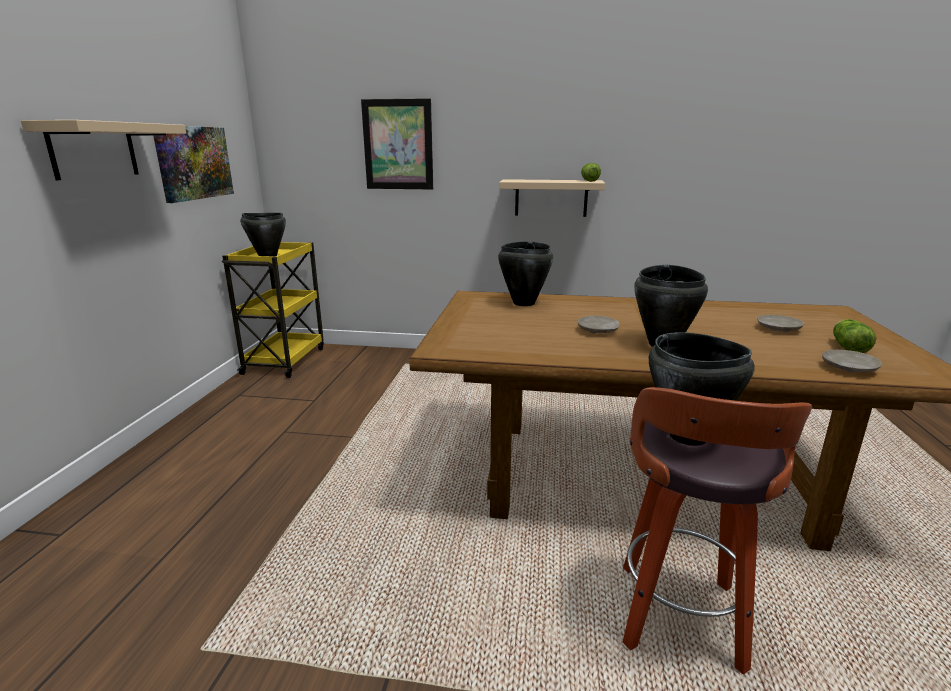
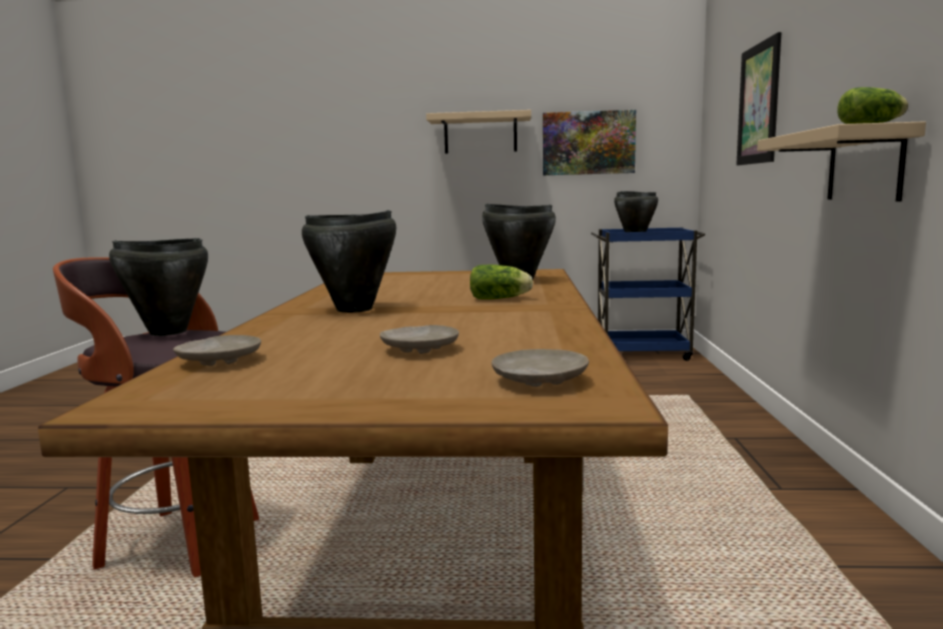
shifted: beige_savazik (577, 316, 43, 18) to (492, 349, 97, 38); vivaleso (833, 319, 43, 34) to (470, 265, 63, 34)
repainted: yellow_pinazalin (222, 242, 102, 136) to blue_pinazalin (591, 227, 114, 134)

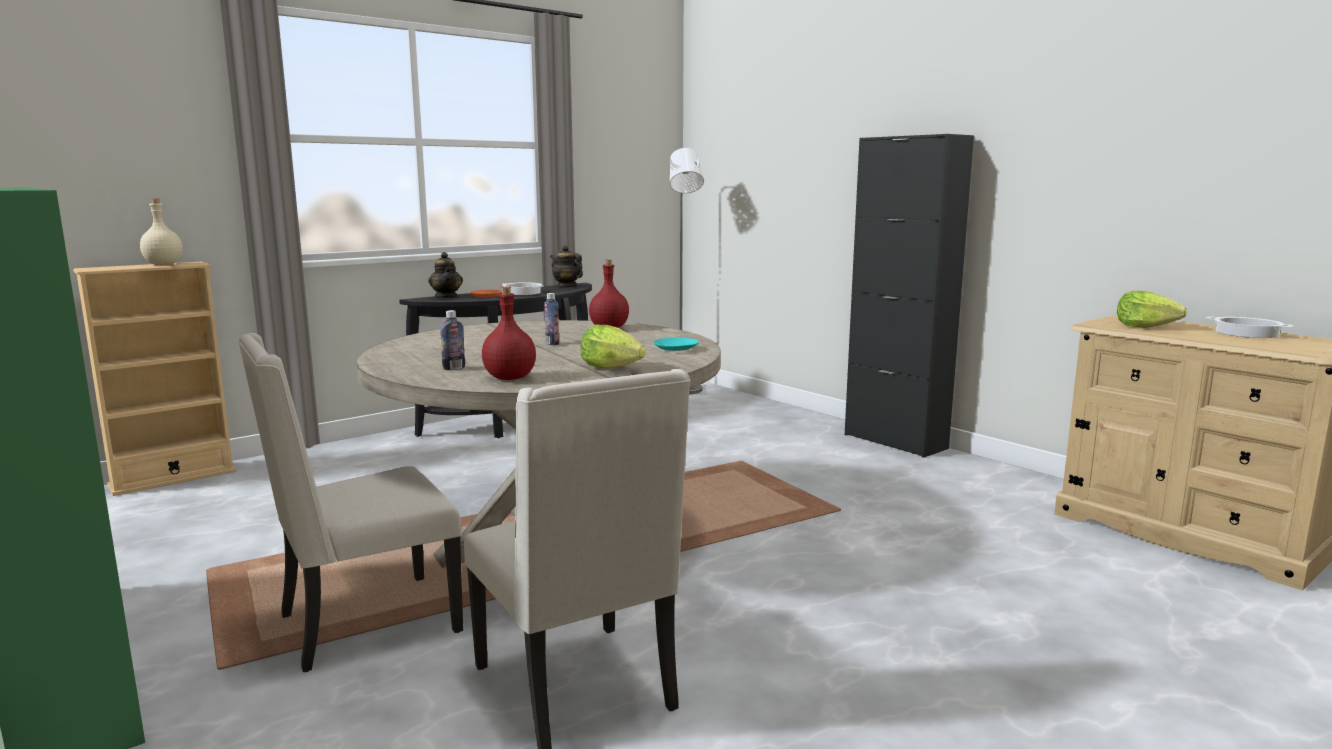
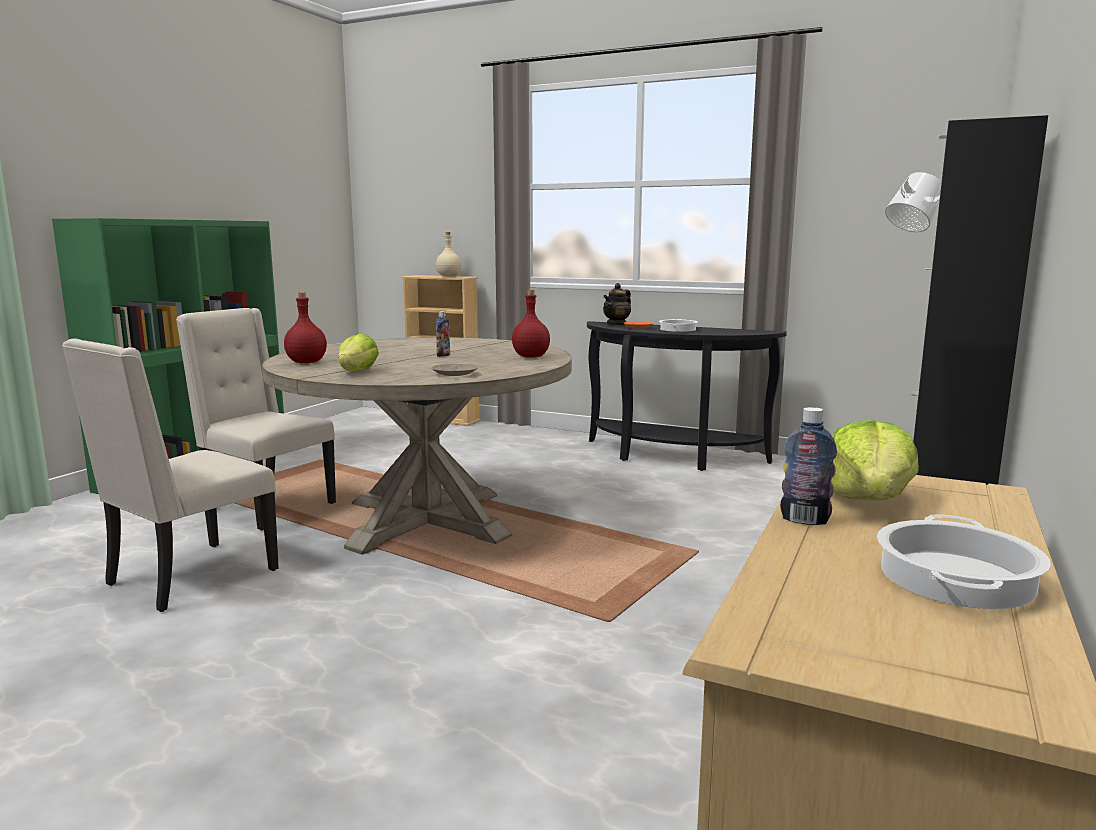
gone: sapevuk (550, 245, 33, 43)
shifted: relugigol (440, 310, 25, 60) to (780, 407, 57, 118)
repainted: turquoise_savazik (653, 338, 46, 13) to beige_savazik (431, 364, 47, 12)

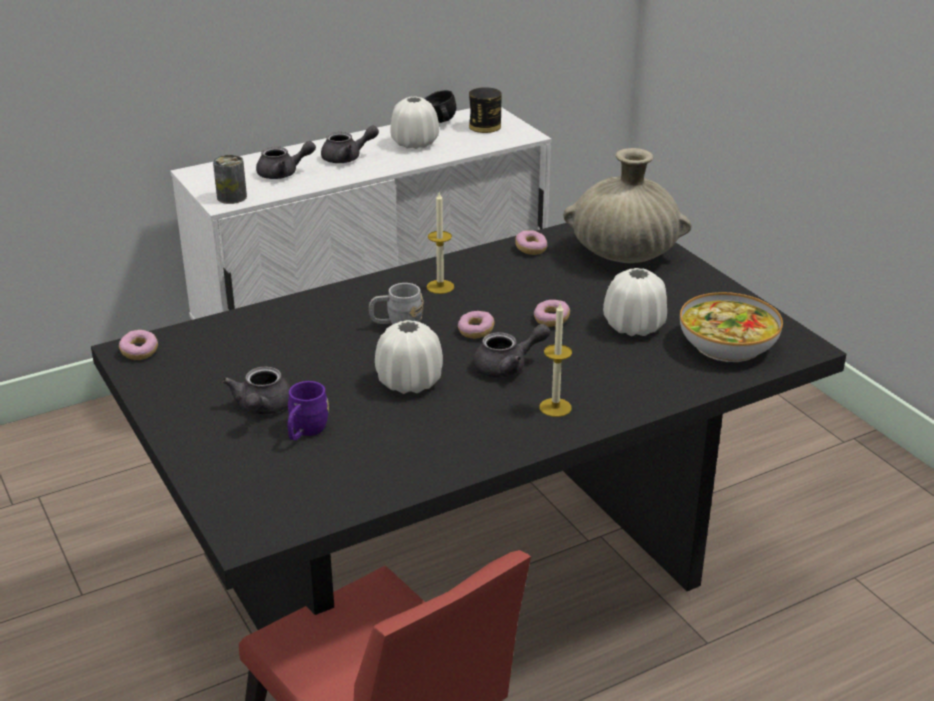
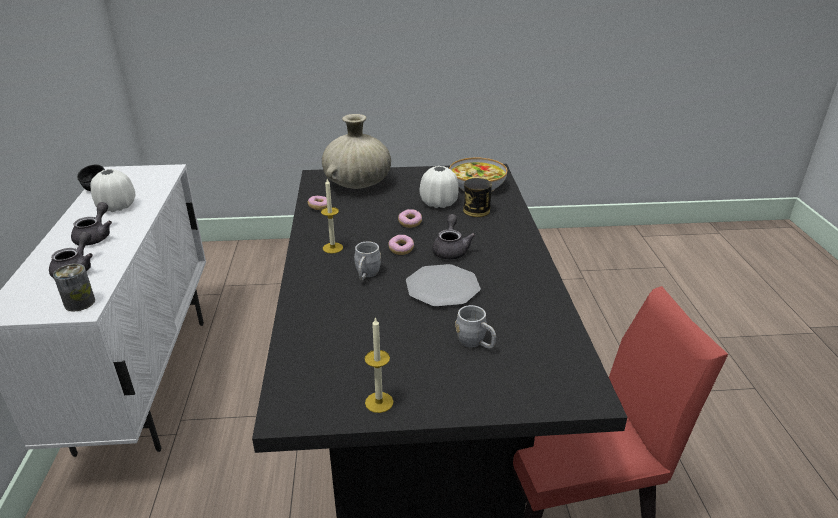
gone: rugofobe (119, 330, 39, 30); grey_sapevuk (223, 367, 68, 48)
shifted: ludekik (469, 87, 32, 46) to (463, 178, 29, 39); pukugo (540, 303, 32, 114) to (365, 317, 29, 96)
swapped: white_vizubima (375, 320, 68, 74) to savazik (406, 264, 75, 43)
repainted: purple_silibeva (288, 381, 41, 59) to grey_silibeva (455, 305, 41, 43)

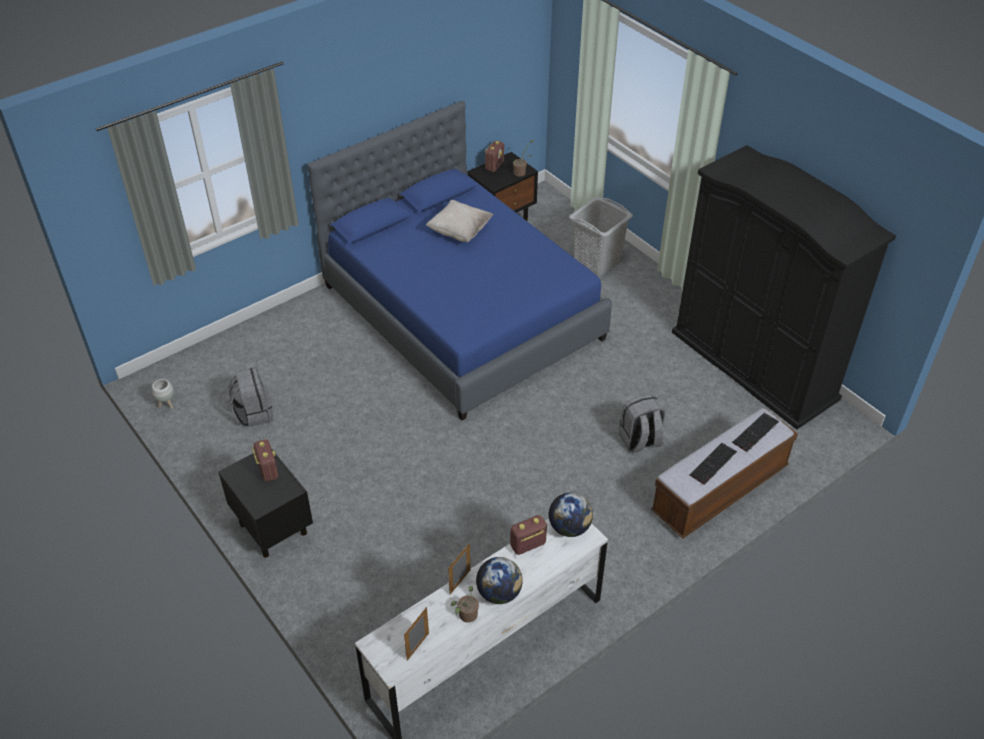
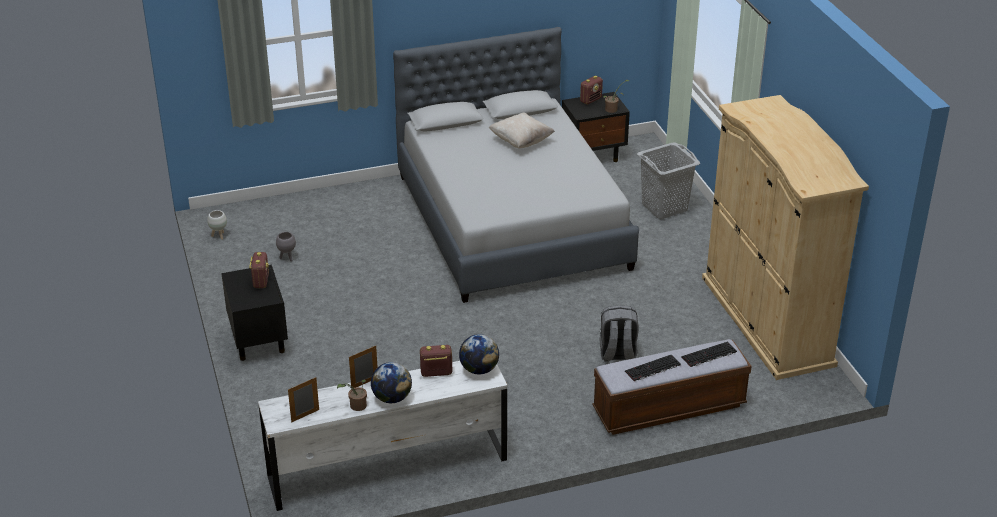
swapped: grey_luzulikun (229, 367, 44, 60) to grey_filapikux (276, 232, 20, 29)
repainted: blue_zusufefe (307, 101, 305, 320) to grey_zusufefe (393, 27, 246, 276); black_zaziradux (672, 145, 224, 285) to beige_zaziradux (702, 95, 167, 285)

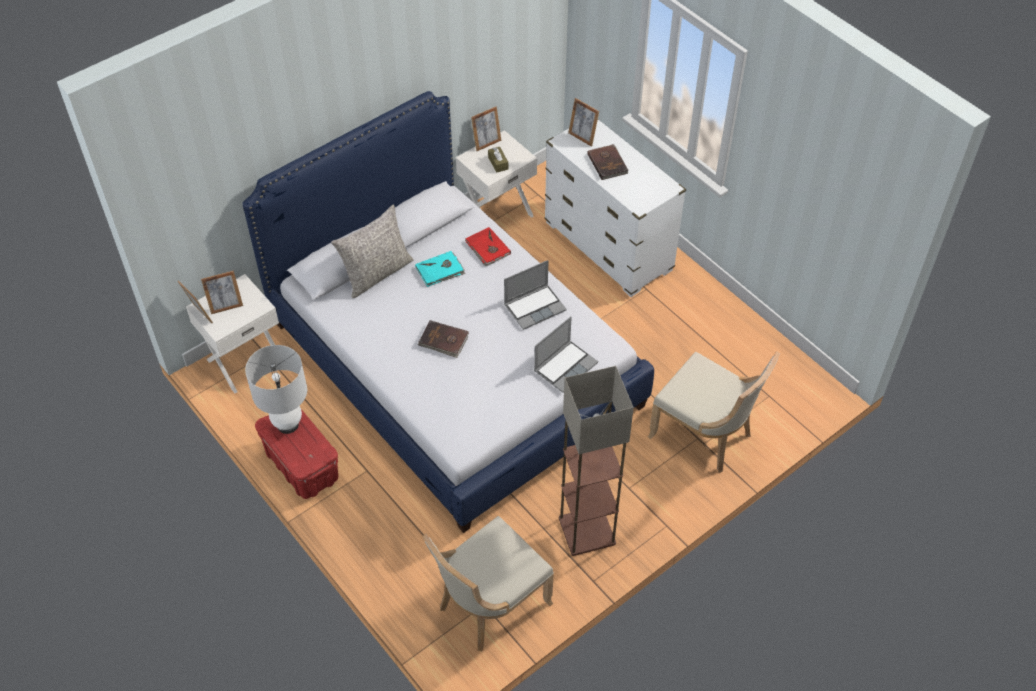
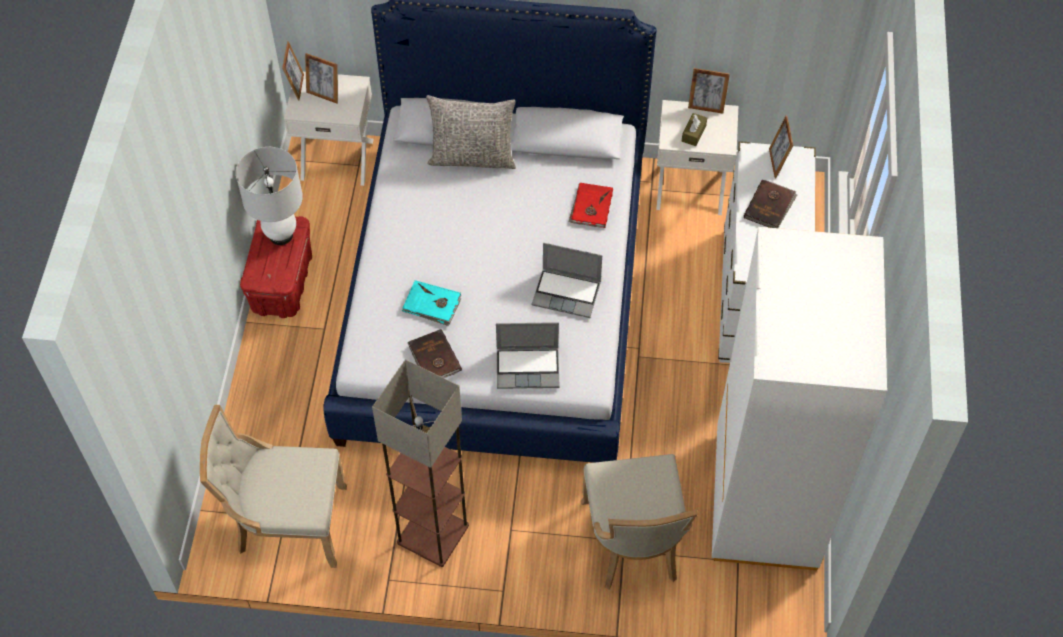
new: white_zaziradux (712, 227, 175, 344)
shifted: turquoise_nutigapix (415, 251, 50, 36) to (402, 280, 59, 46); brown_nutigapix (418, 320, 51, 38) to (408, 329, 54, 49)

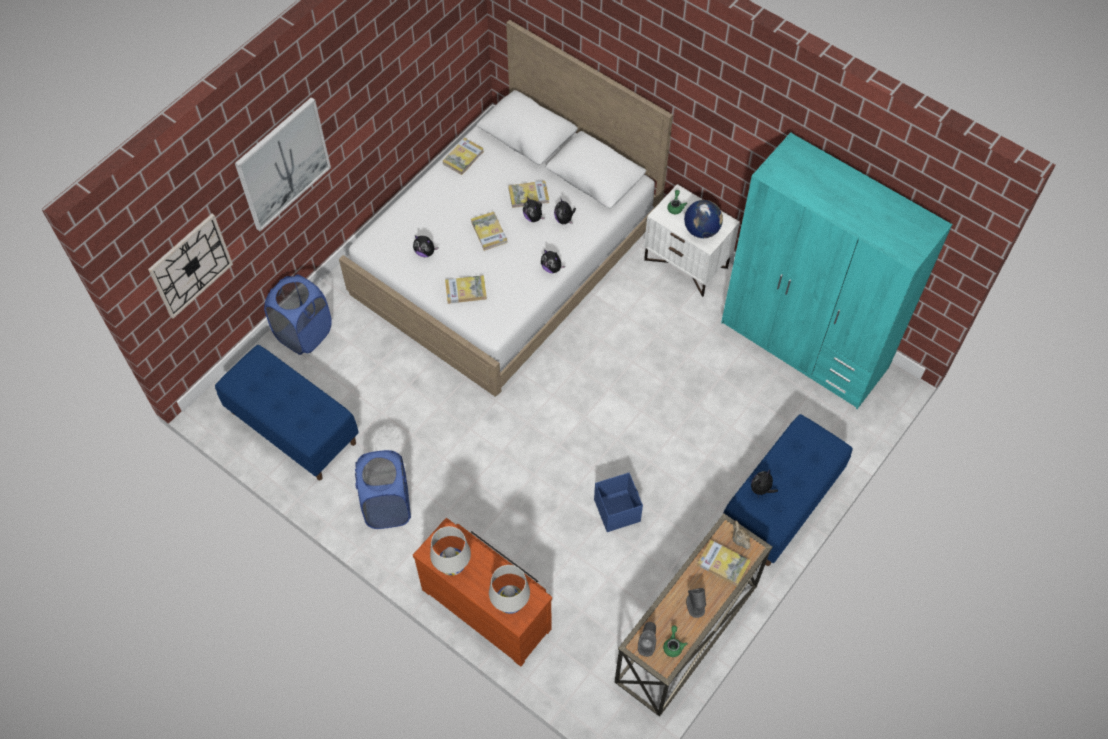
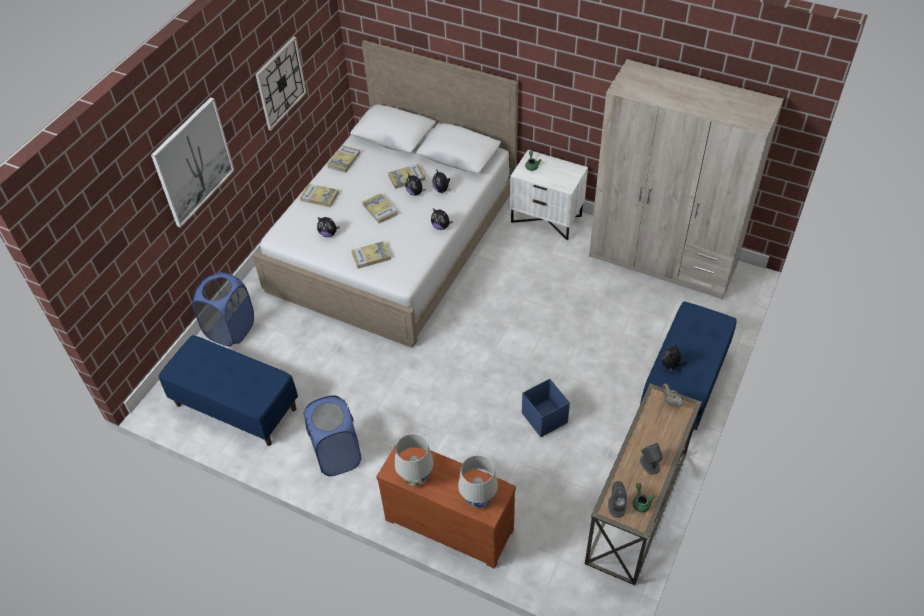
gone: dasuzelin (684, 200, 39, 38)
shifted: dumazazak (148, 214, 85, 105) to (255, 37, 52, 94); nutigapix (697, 540, 54, 46) to (300, 184, 39, 23)
repainted: turquoise_zaziradux (721, 132, 231, 277) to beige_zaziradux (589, 59, 195, 241)

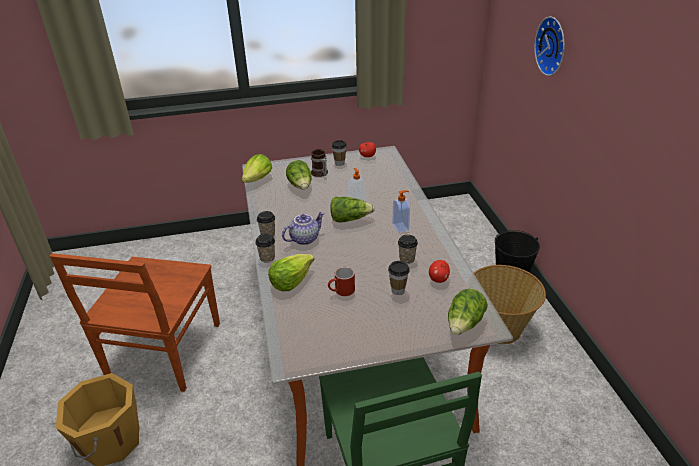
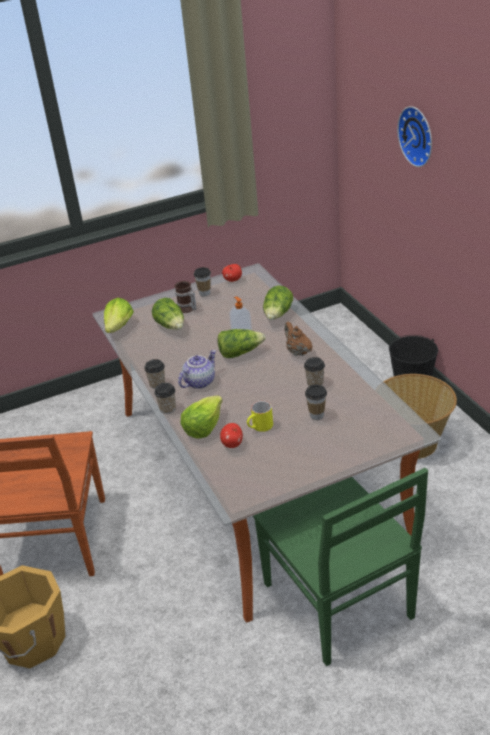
shifted: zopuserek (429, 260, 21, 23) to (220, 423, 23, 25); vivaleso (448, 289, 40, 46) to (263, 286, 30, 34)
swapped: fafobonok (392, 190, 18, 43) to brown_sapevuk (285, 322, 28, 34)
repainted: red_silibeva (328, 267, 27, 29) to yellow_silibeva (247, 401, 26, 31)

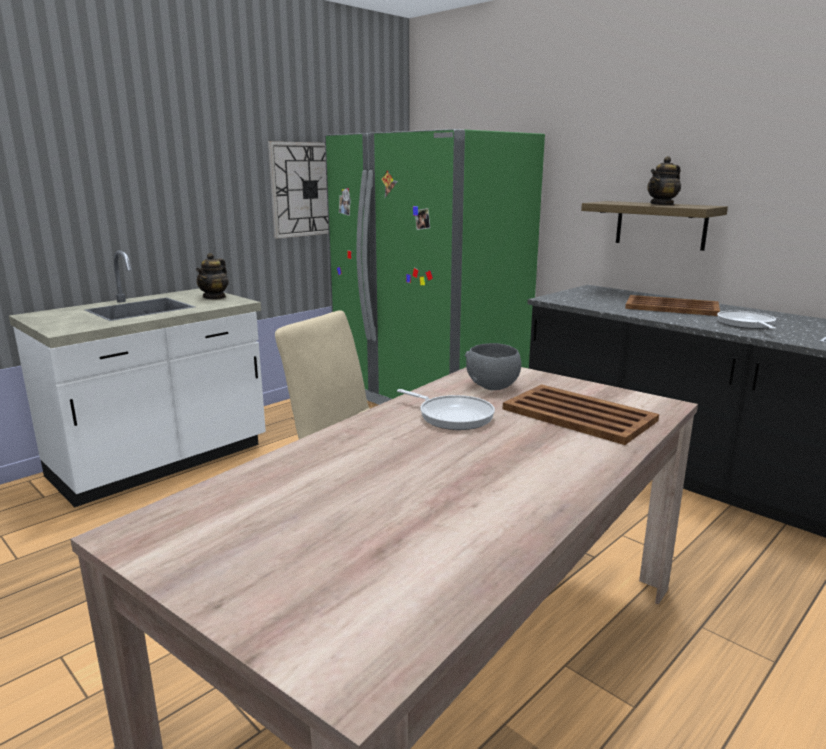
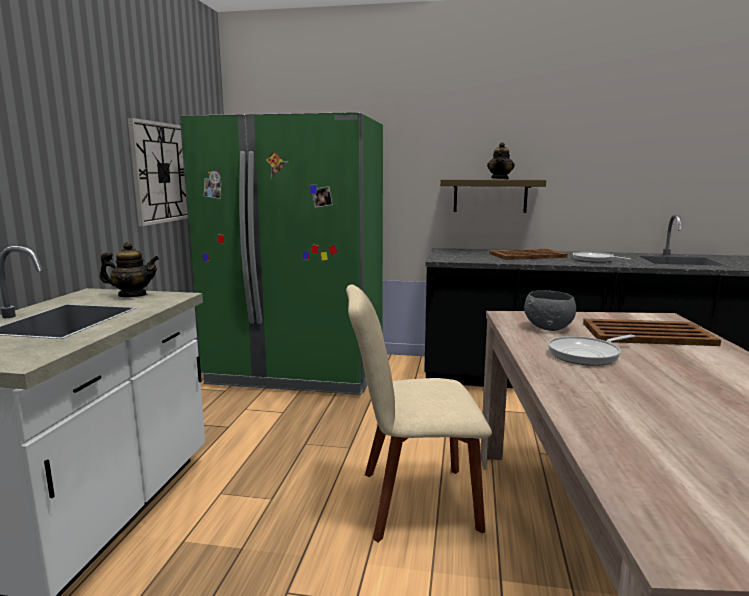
rotated: sapevuk (196, 253, 33, 46) = (100, 242, 59, 55) 75 degrees counterclockwise; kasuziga (397, 389, 98, 41) = (548, 335, 87, 31) 150 degrees clockwise

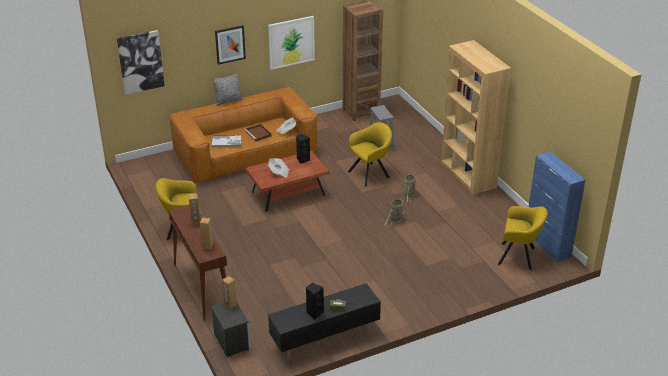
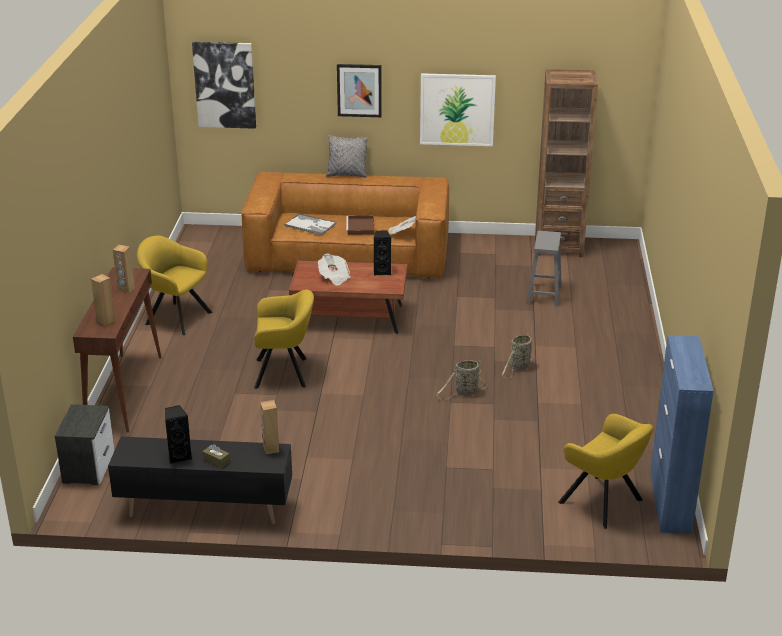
gone: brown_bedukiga (441, 40, 70, 155)
shifted: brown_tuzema (222, 276, 15, 33) to (260, 400, 19, 54); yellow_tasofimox (348, 122, 44, 65) to (254, 290, 60, 99)

